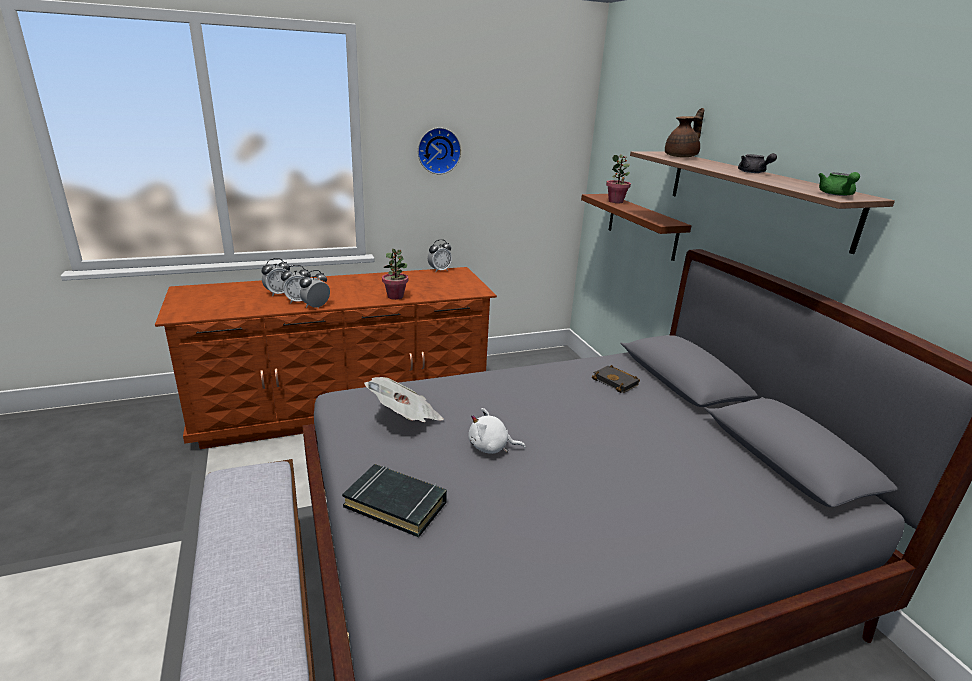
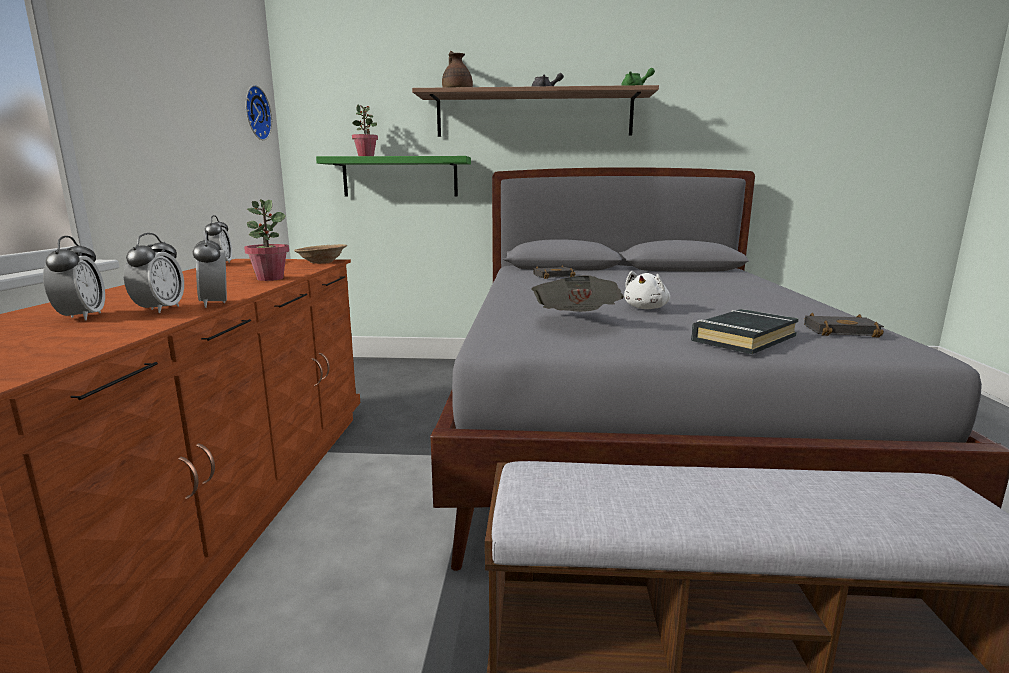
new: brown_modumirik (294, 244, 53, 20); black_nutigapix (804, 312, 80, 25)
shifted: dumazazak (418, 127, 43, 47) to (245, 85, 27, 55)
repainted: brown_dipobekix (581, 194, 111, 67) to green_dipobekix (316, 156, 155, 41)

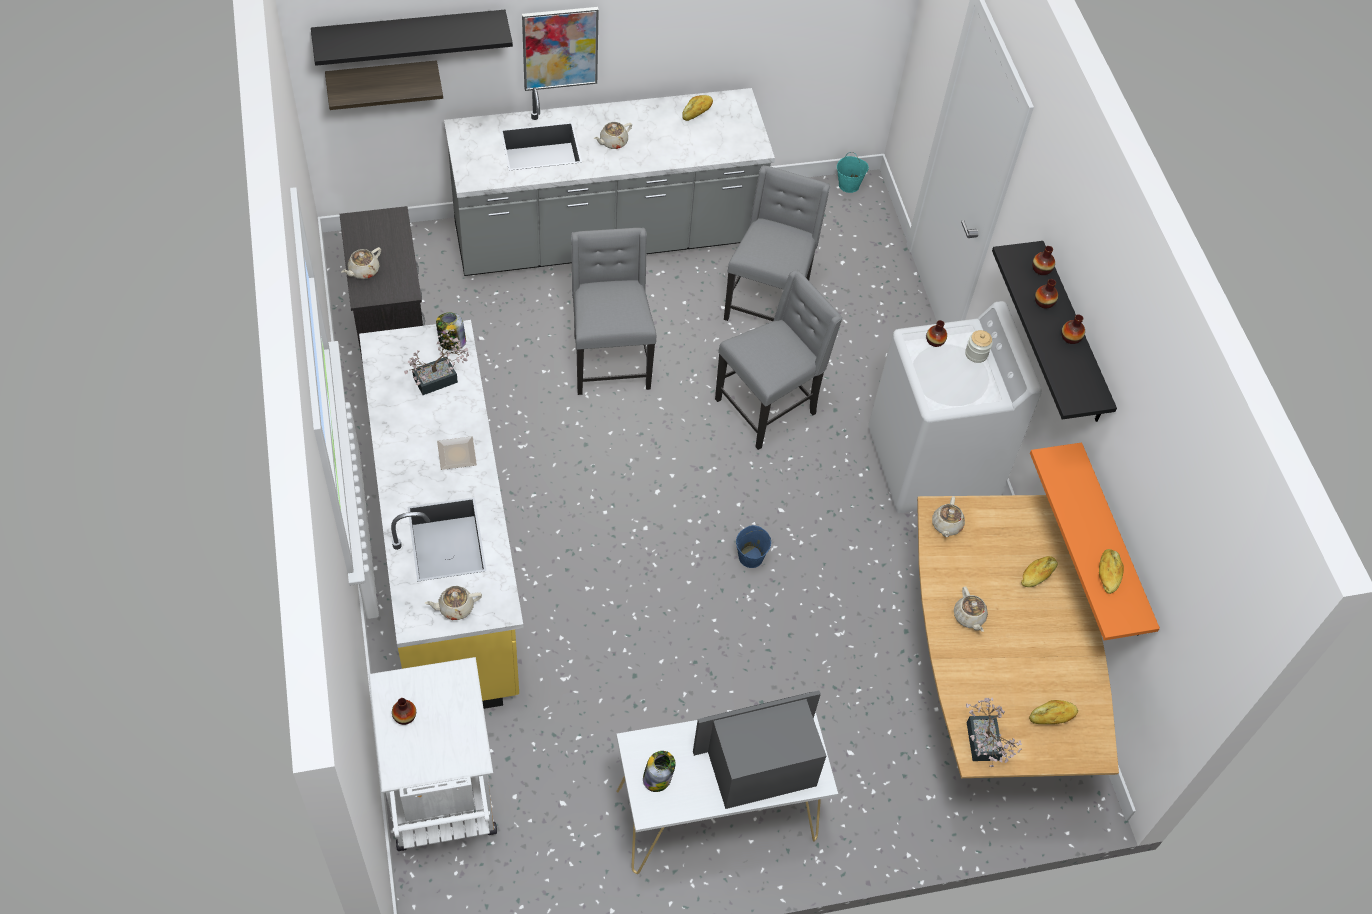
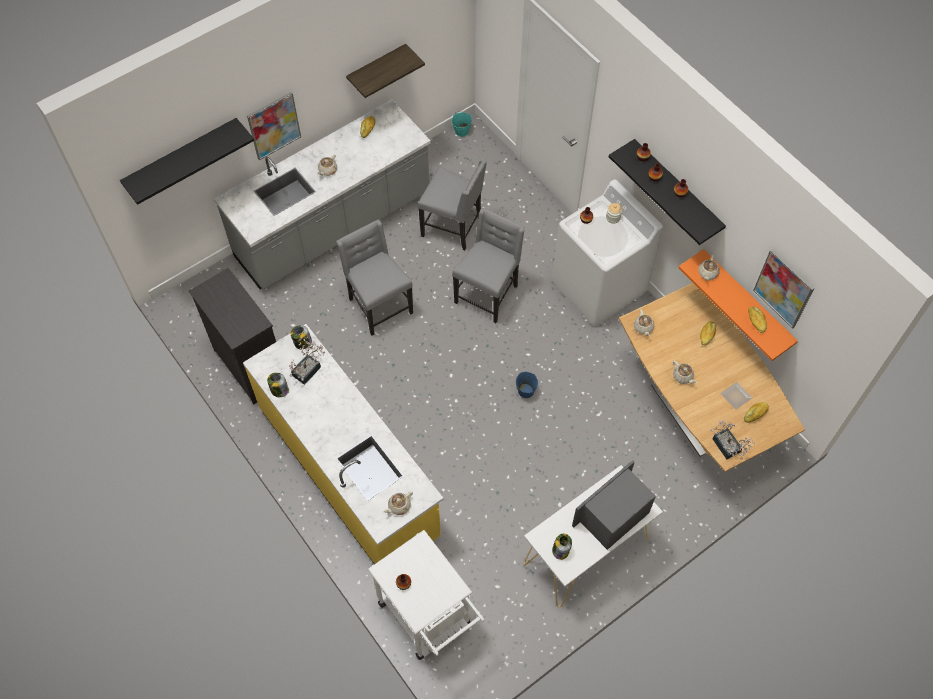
new: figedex (267, 373, 22, 24); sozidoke (753, 249, 61, 80)
shifted: dipobekix (325, 60, 118, 50) to (346, 44, 79, 54); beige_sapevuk (341, 247, 40, 32) to (698, 255, 22, 26); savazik (437, 436, 40, 34) to (720, 382, 32, 28)
rotated: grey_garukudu (724, 165, 106, 156) = (418, 158, 69, 92) 120 degrees clockwise

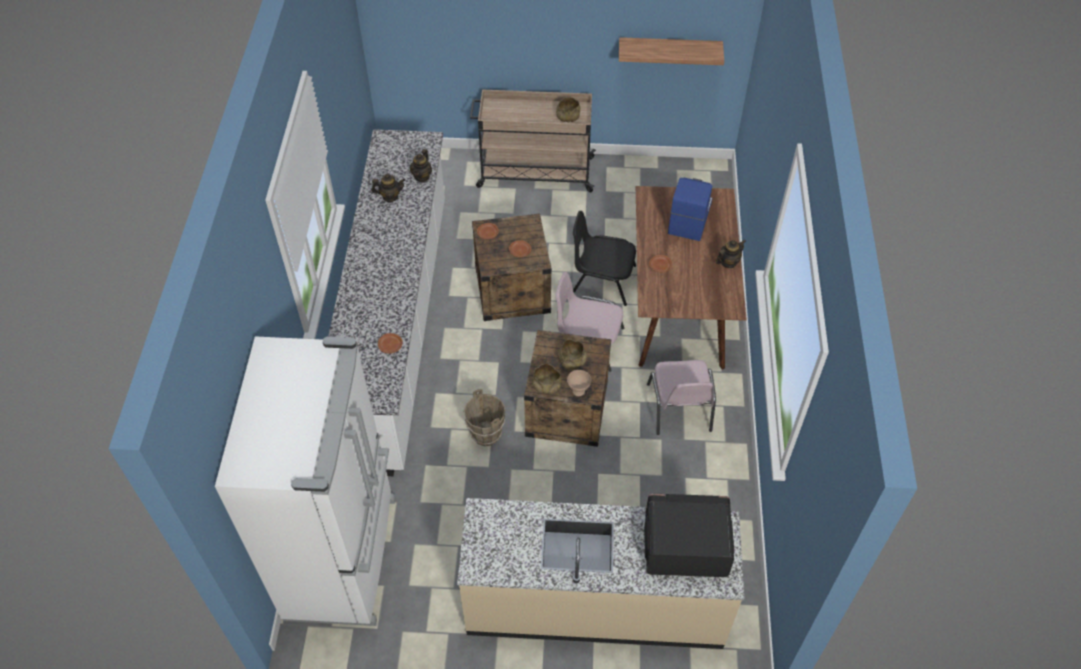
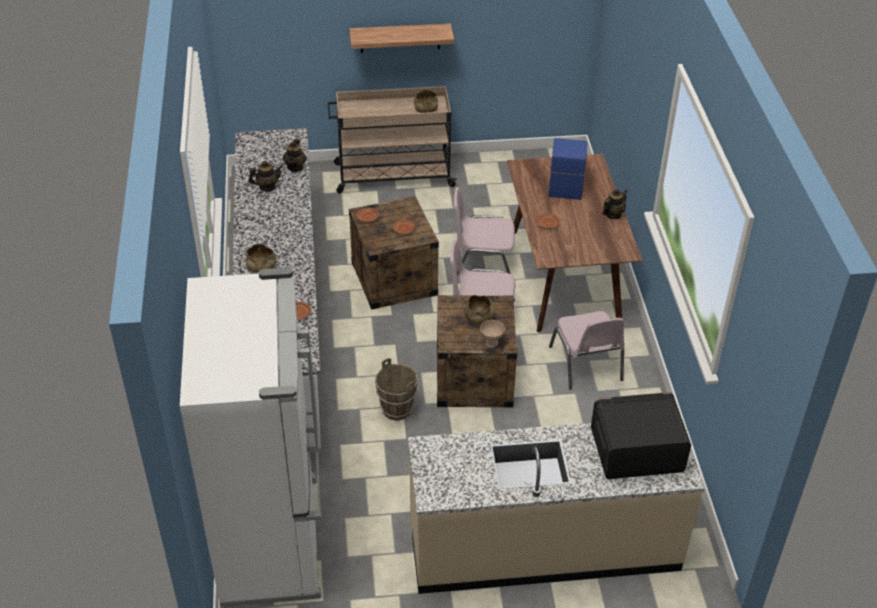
shifted: beige_modumirik (532, 364, 30, 30) to (246, 244, 31, 29); dipobekix (619, 37, 105, 28) to (349, 23, 105, 30)
repainted: black_garukudu (573, 211, 63, 95) to pink_garukudu (454, 187, 61, 89)

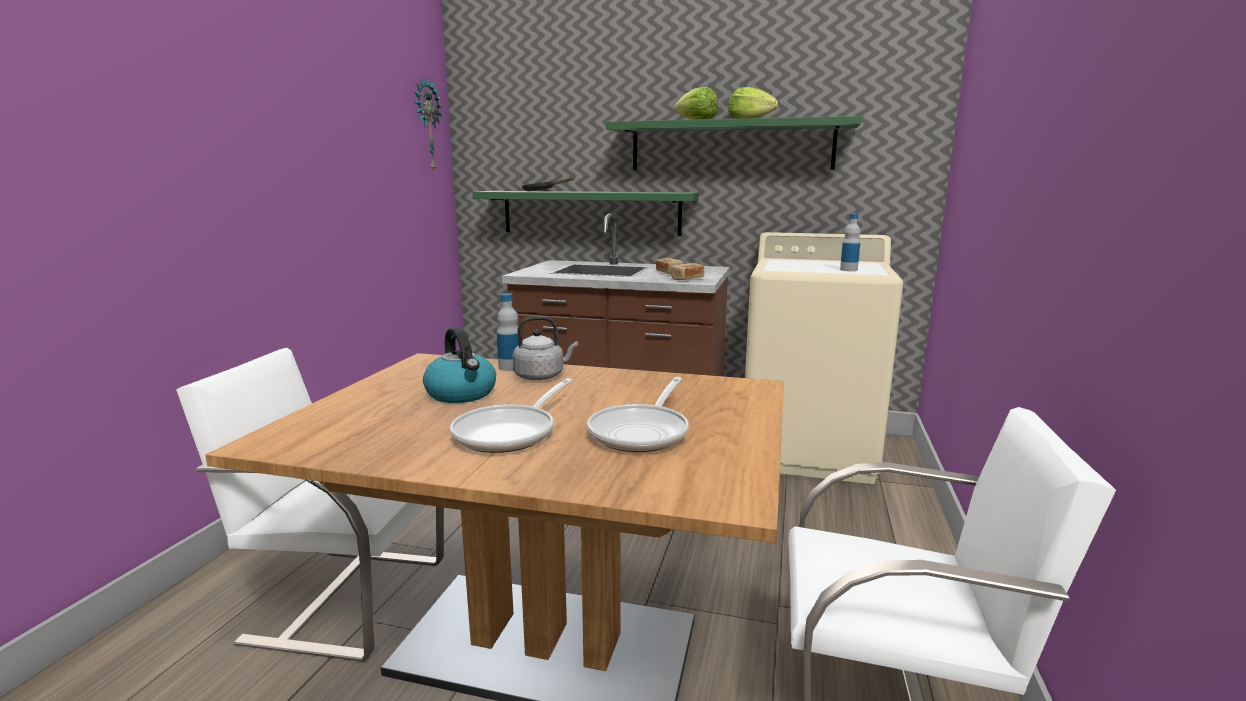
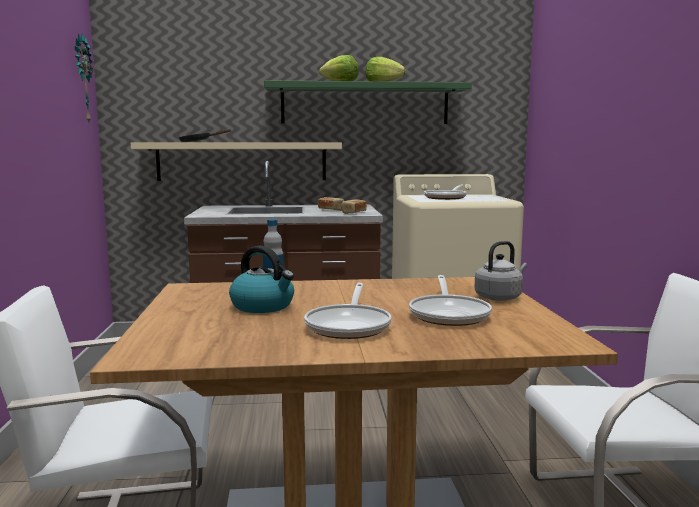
gone: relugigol (840, 214, 21, 57)
new: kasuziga (424, 184, 43, 16)
shifted: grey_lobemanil (512, 316, 66, 64) to (475, 241, 52, 60)
repainted: green_dipobekix (472, 191, 227, 45) to beige_dipobekix (131, 142, 211, 39)

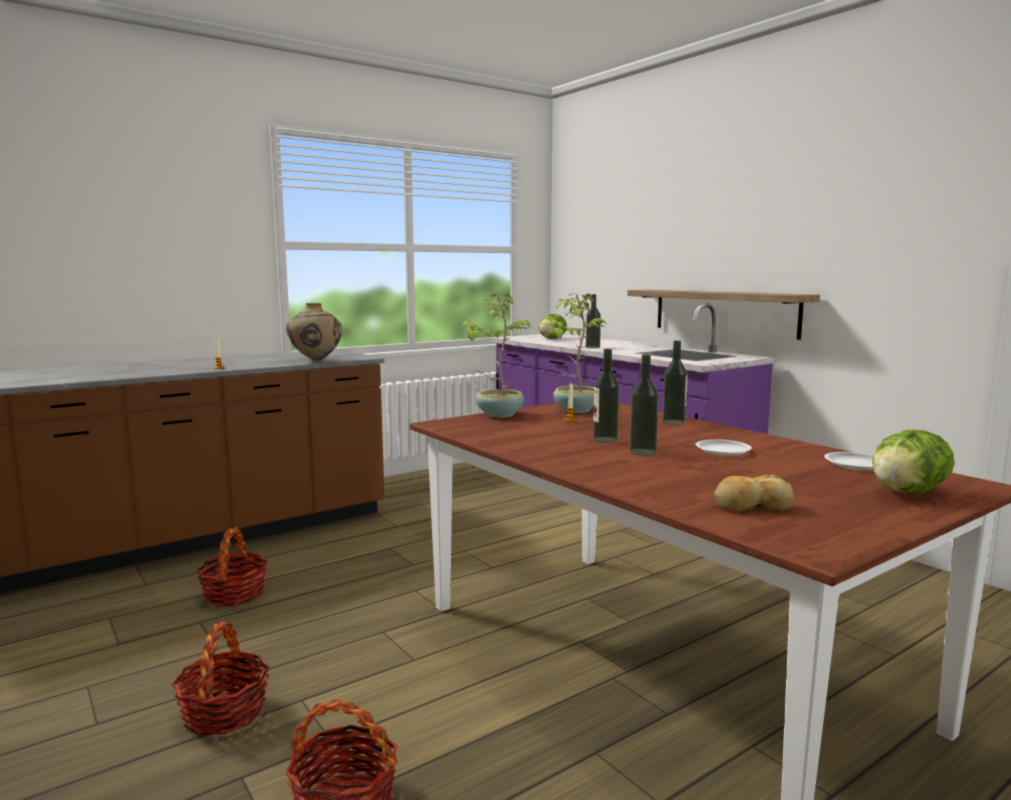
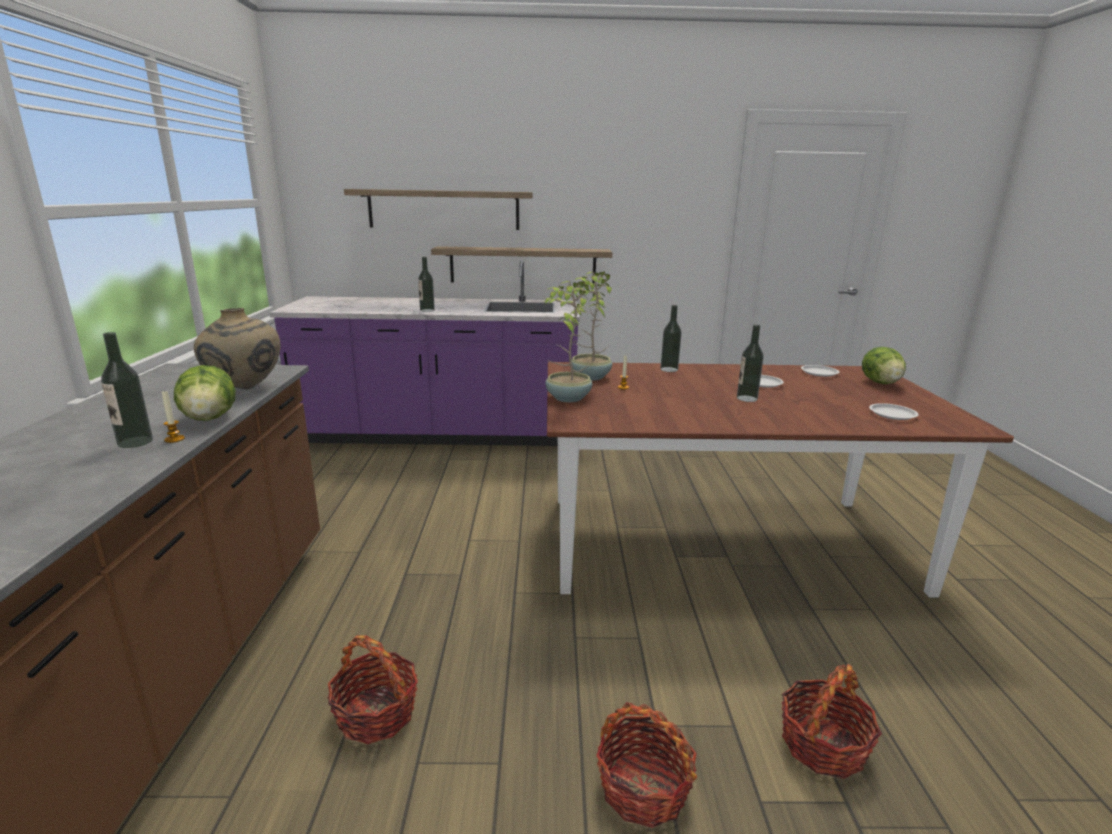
new: dipobekix (344, 189, 189, 41)
shifted: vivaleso (539, 314, 28, 25) to (174, 365, 62, 56); relugigol (593, 349, 27, 94) to (101, 332, 52, 116)
swapped: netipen (714, 475, 80, 37) to white_savazik (869, 403, 50, 17)

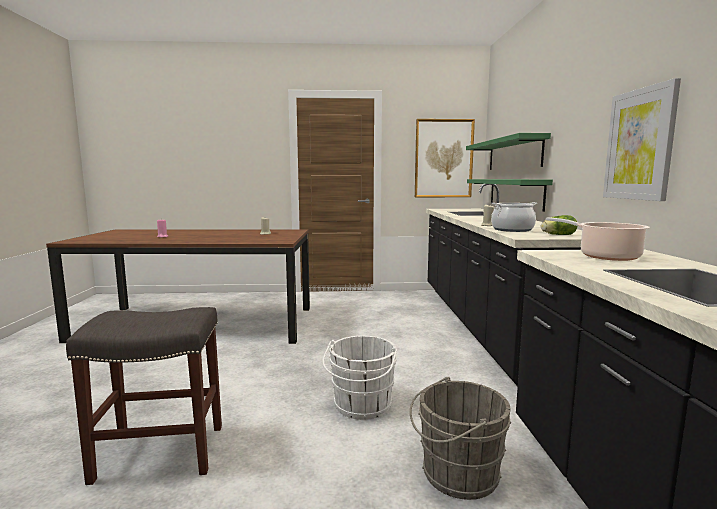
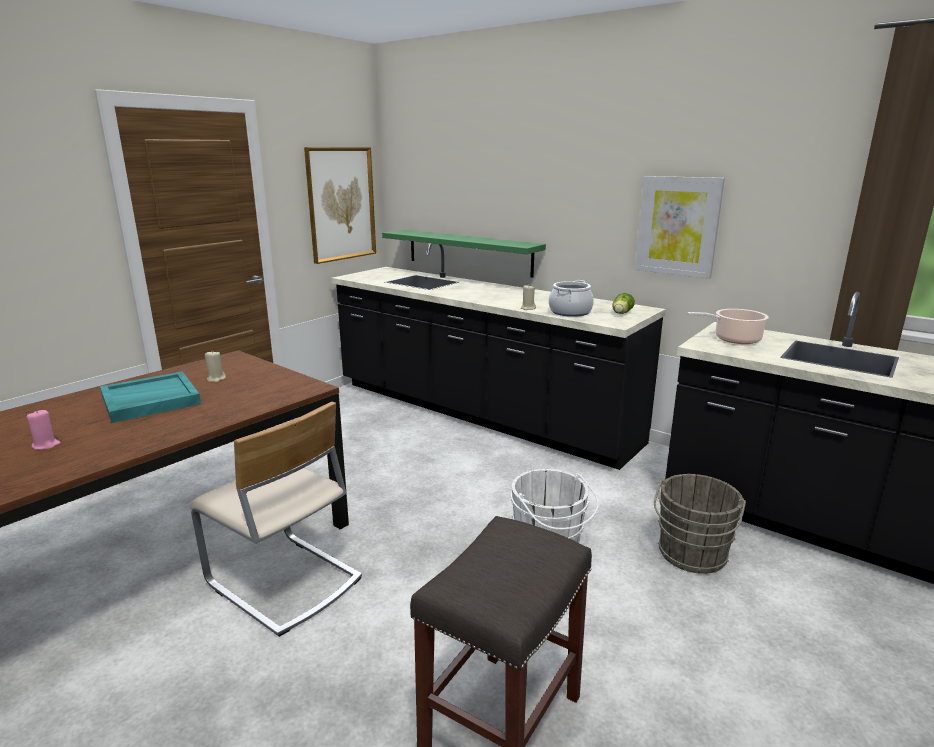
gone: green_dipobekix (466, 133, 85, 37)
new: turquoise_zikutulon (100, 371, 101, 52); beige_garukudu (190, 402, 172, 235)

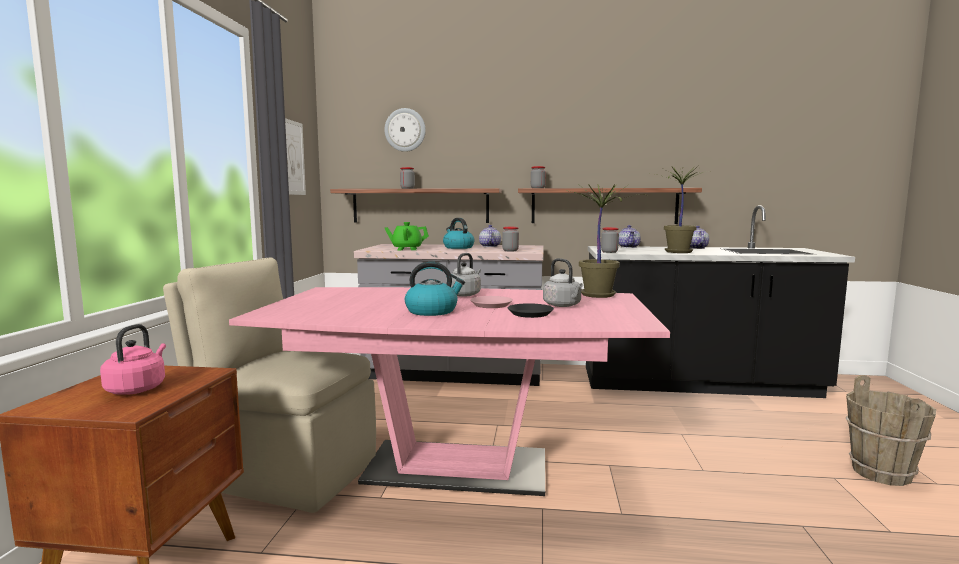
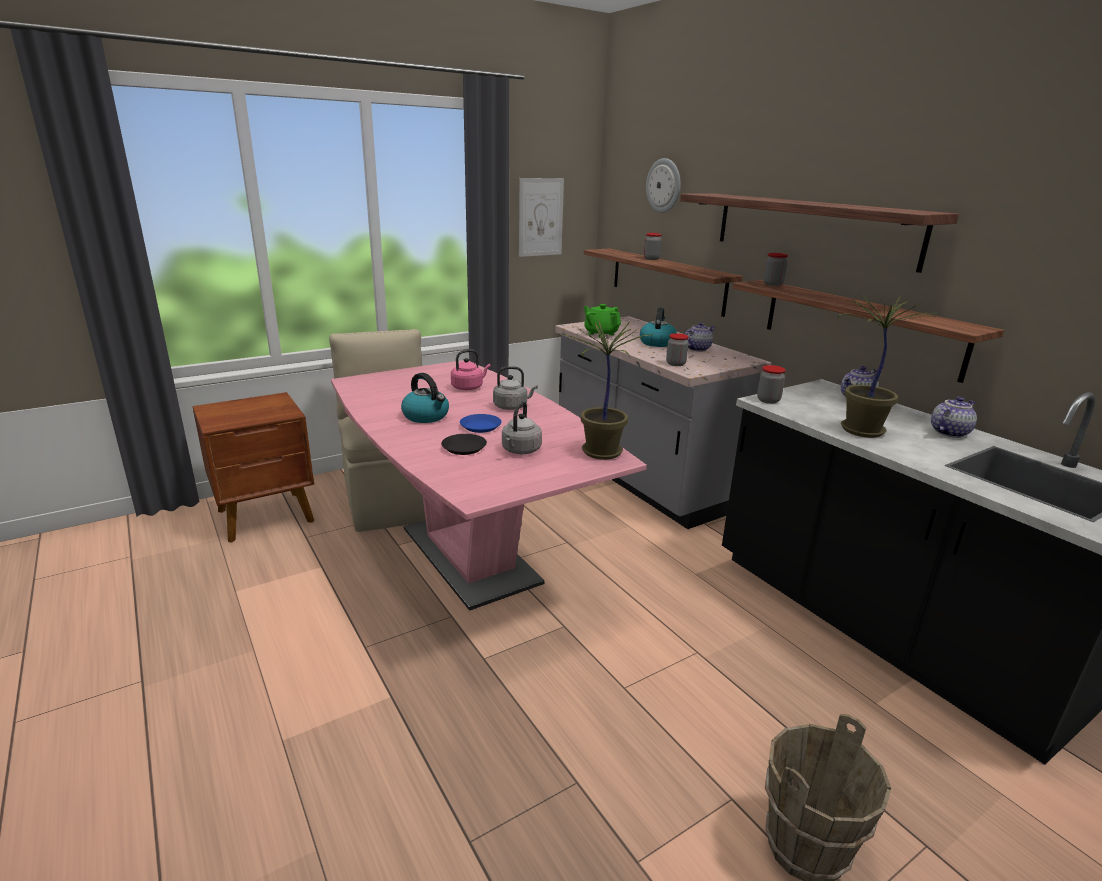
new: dipobekix (680, 194, 279, 79)
shifted: pink_lobemanil (100, 324, 66, 71) to (451, 350, 40, 40)
repainted: pink_savazik (470, 296, 43, 12) to blue_savazik (460, 414, 42, 19)

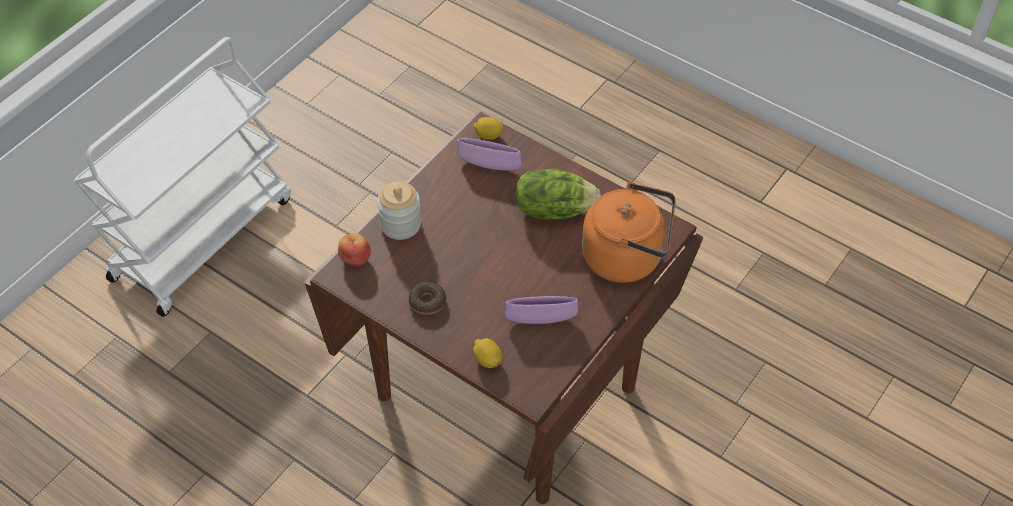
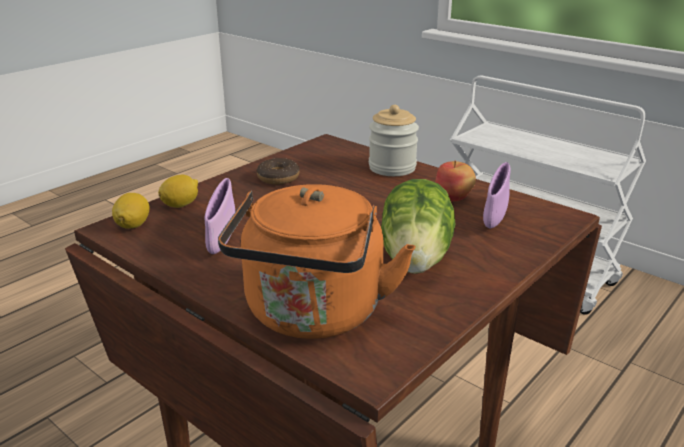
shifted: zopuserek (338, 233, 33, 33) to (435, 161, 41, 41); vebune (473, 117, 31, 23) to (112, 193, 38, 36)

